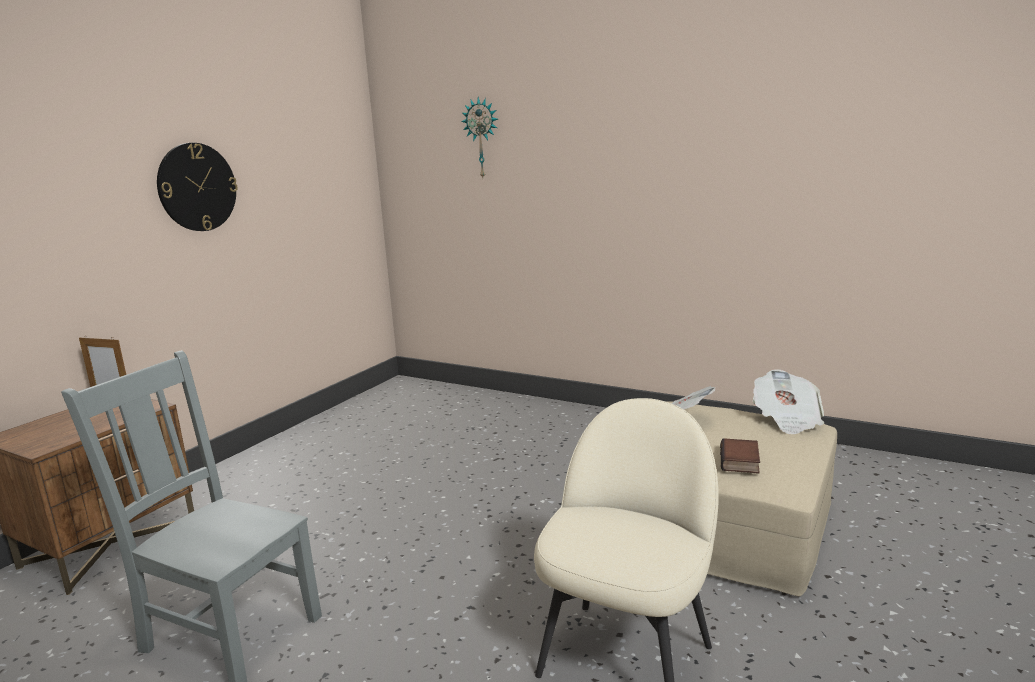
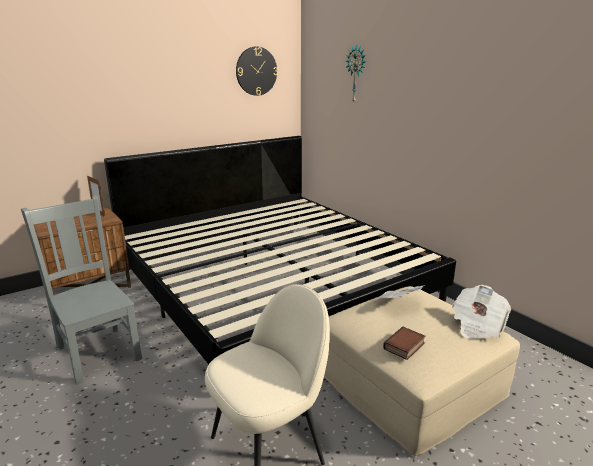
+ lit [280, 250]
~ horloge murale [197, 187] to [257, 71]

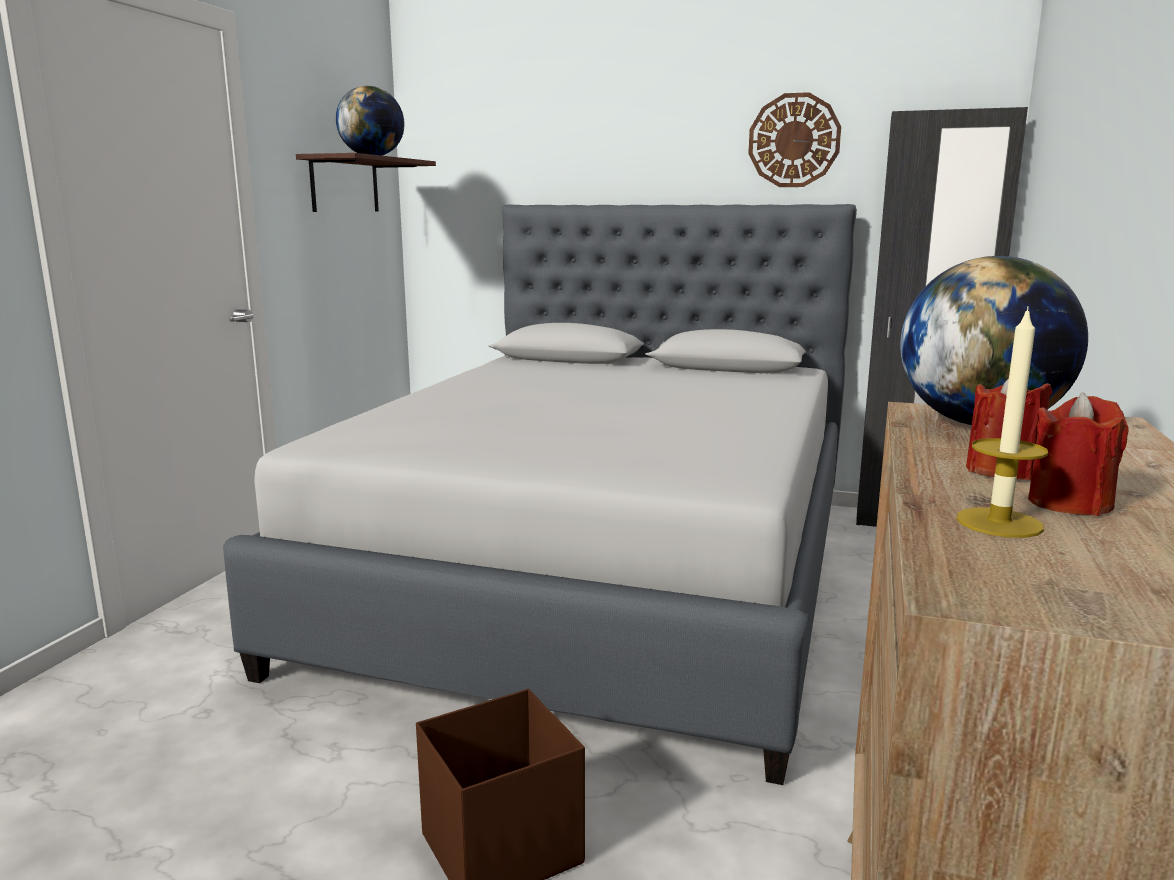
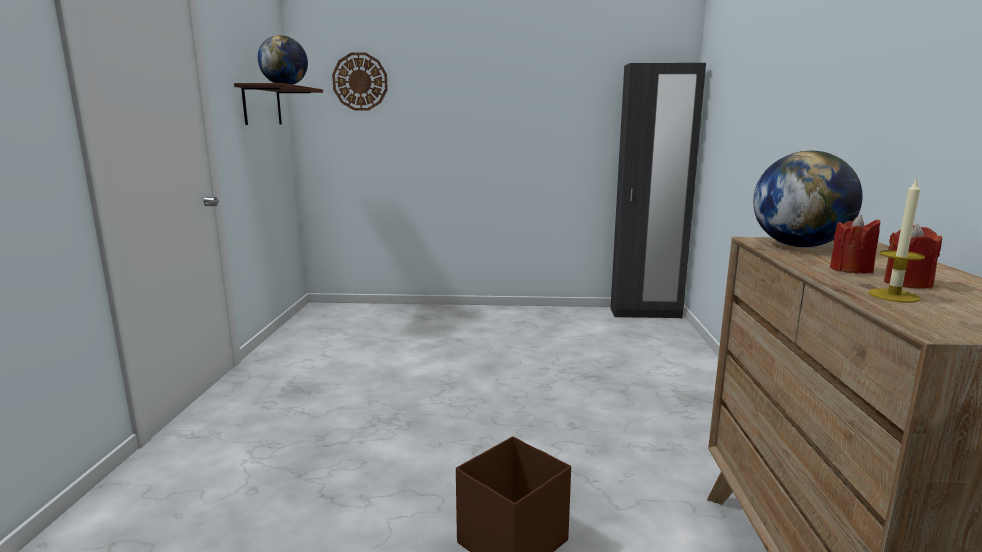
- lit (gris) [540, 494]
~ horloge murale [794, 139] to [360, 81]

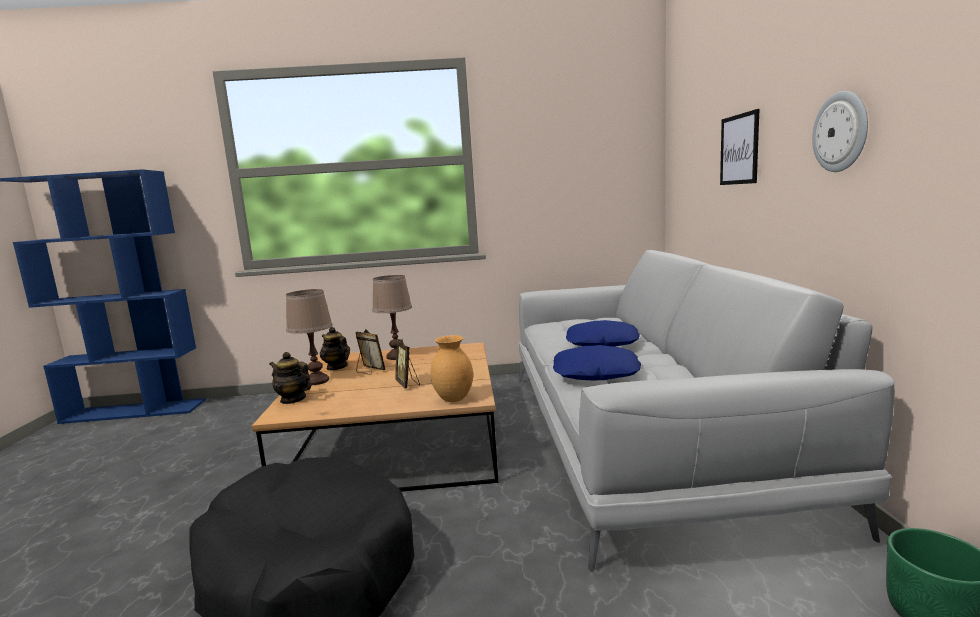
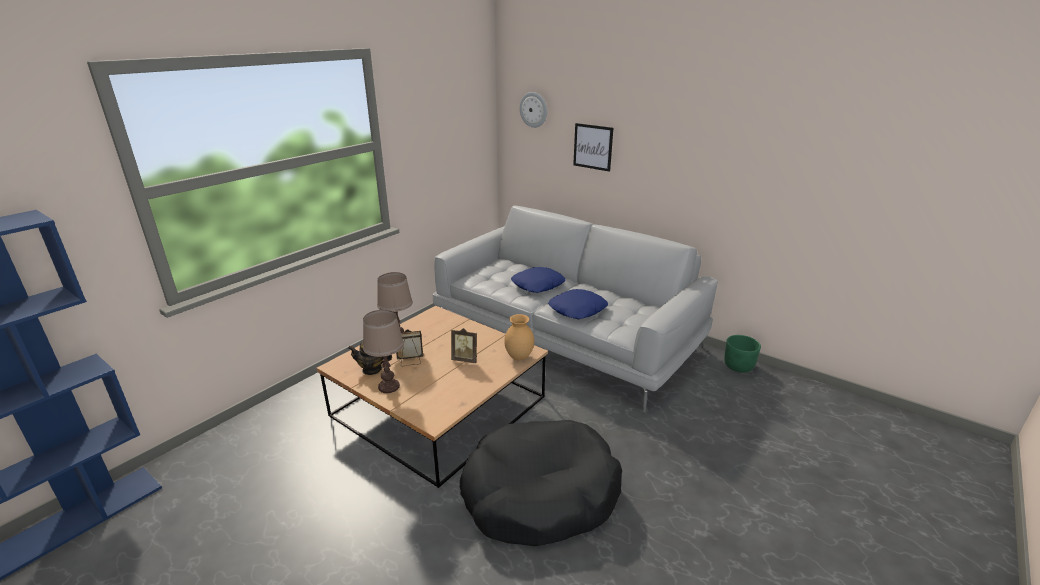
- théière [290, 378]
~ horloge murale [840, 131] to [533, 110]

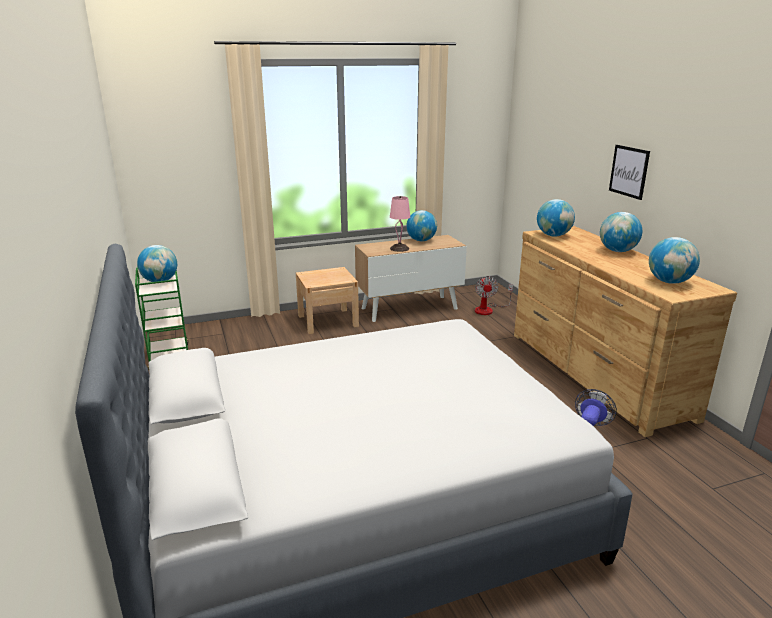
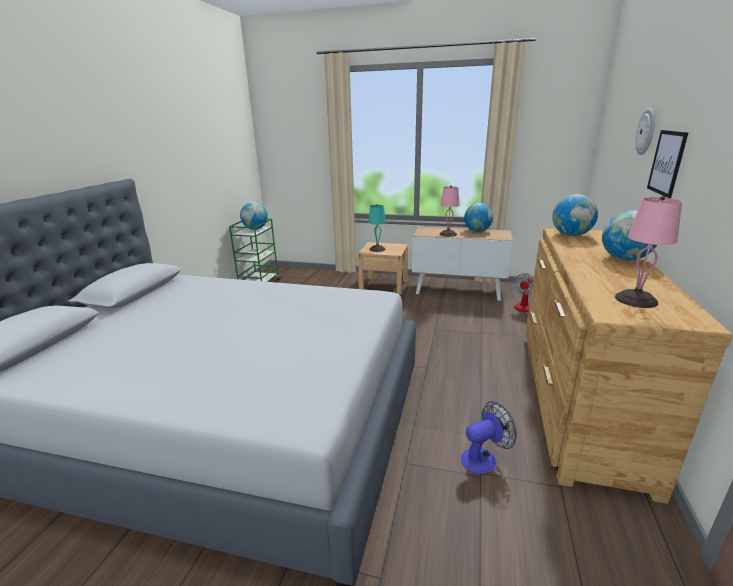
+ lampe de table (turquoise) [377, 228]
+ horloge murale [645, 131]
~ globe [674, 260] to lampe de table (rose) [648, 252]

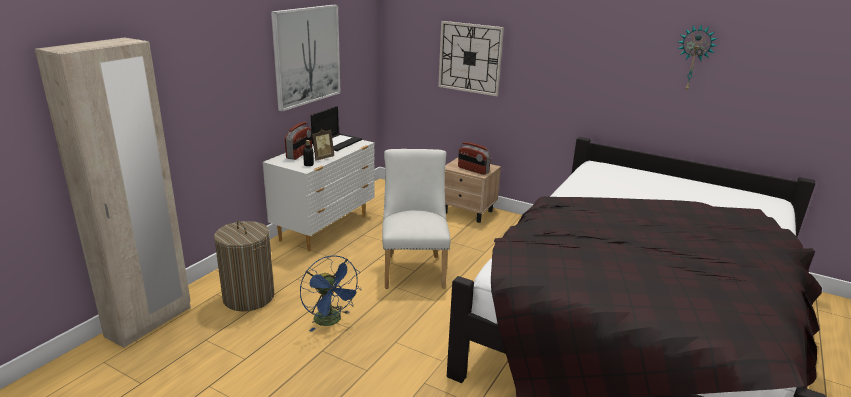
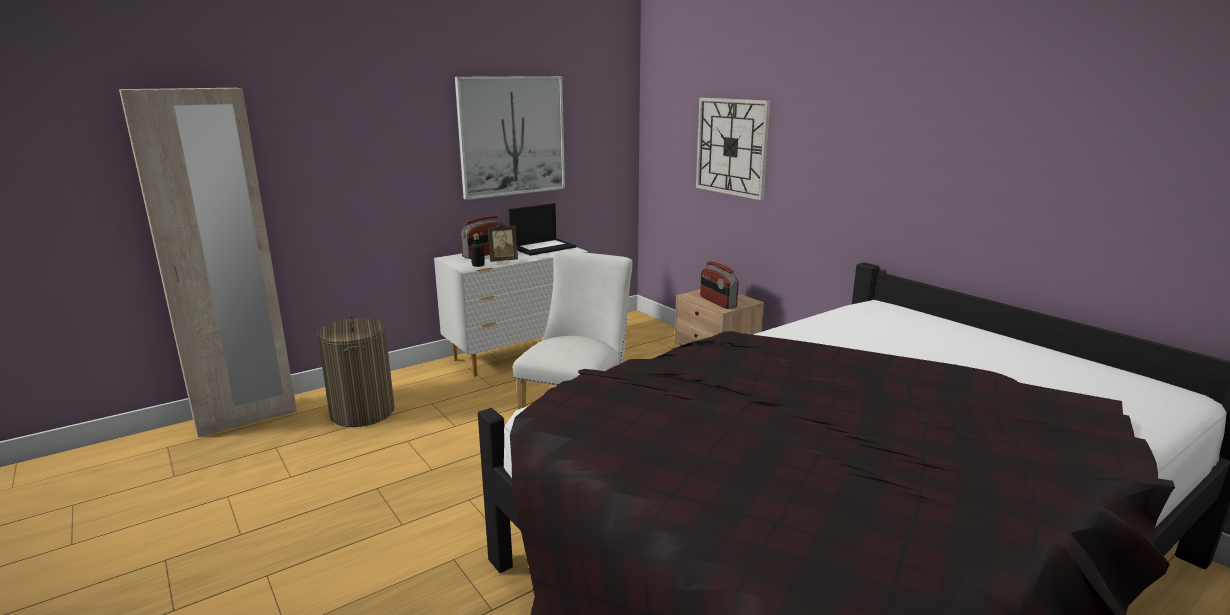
- ventilateur (bleu) [331, 293]
- horloge murale [697, 58]

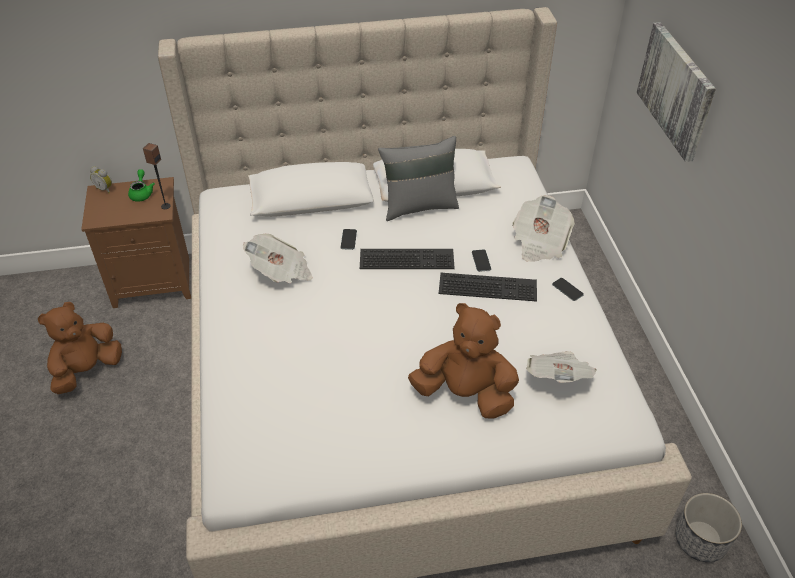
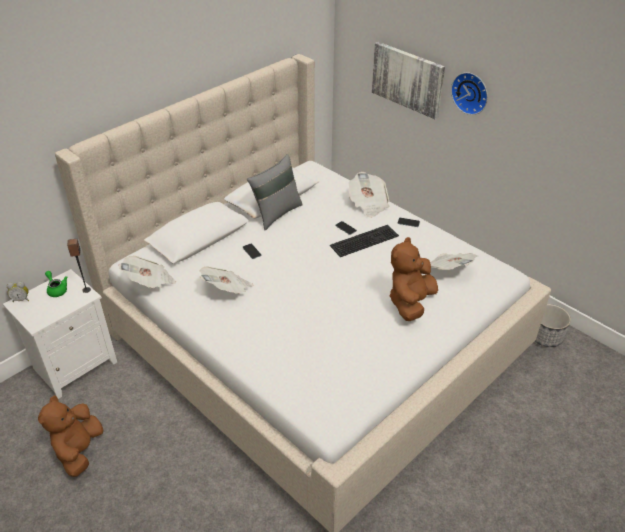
- clavier [407, 259]
+ journal [147, 272]
+ horloge murale [469, 93]
~ table de chevet (marron) [136, 242] to table de chevet (blanc) [60, 334]
~ peluche (marron) [463, 361] = [413, 279] 45 degrees counterclockwise

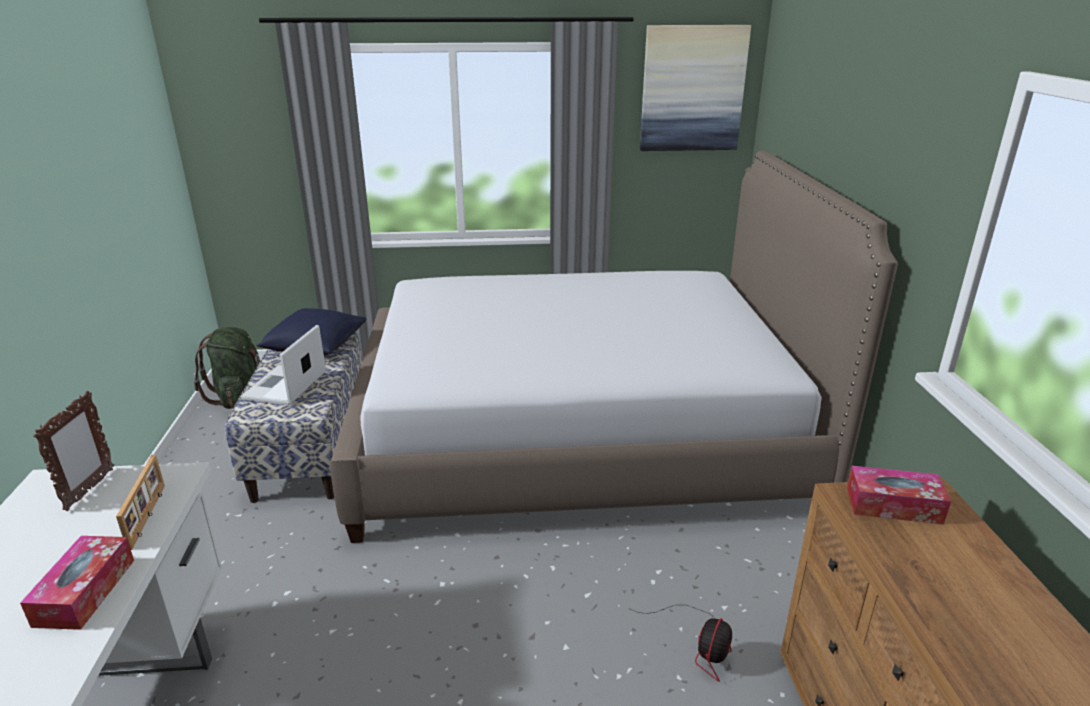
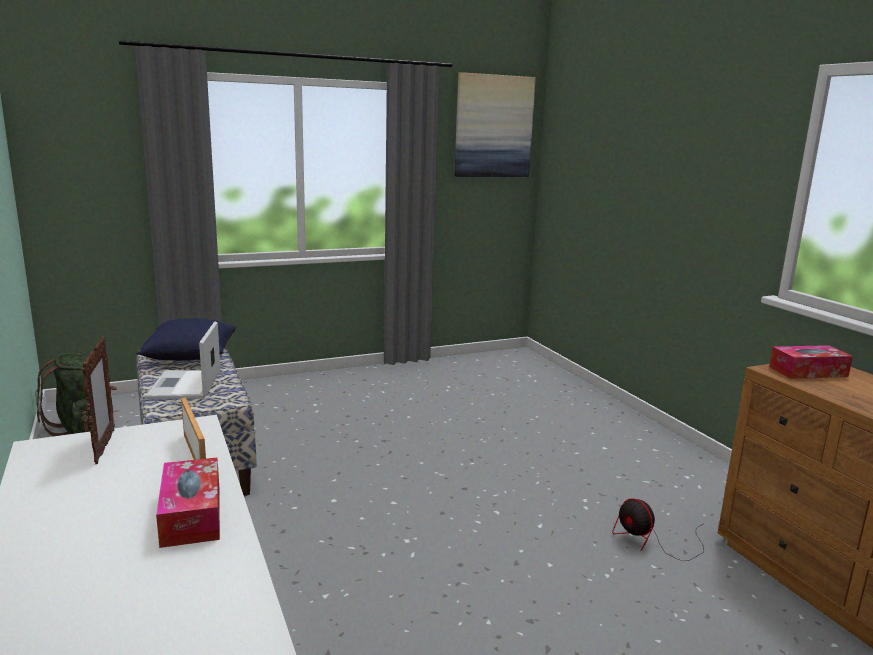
- lit [614, 347]
~ ventilateur [680, 643] = [658, 529] 135 degrees clockwise

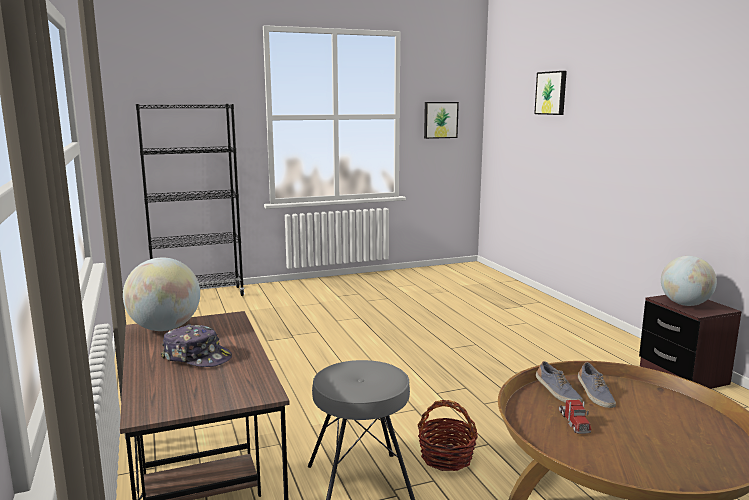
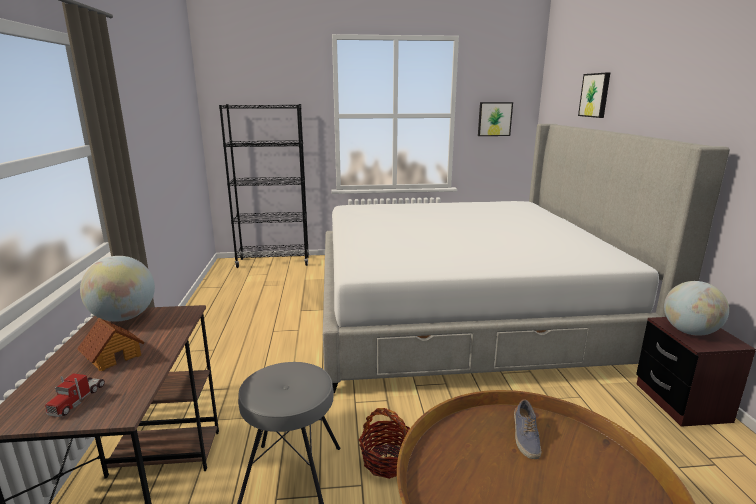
- chaussure [559, 382]
+ lit [526, 258]
~ camion jouet [575, 417] to [75, 395]
~ casquette [196, 345] to maison miniature [111, 344]

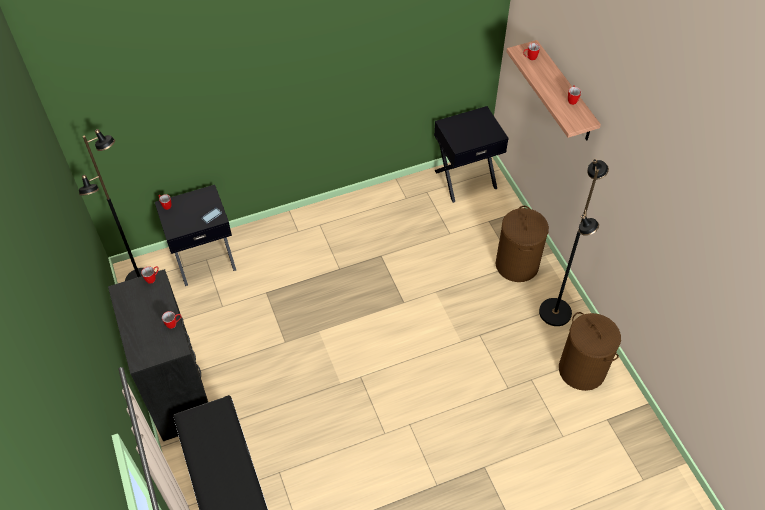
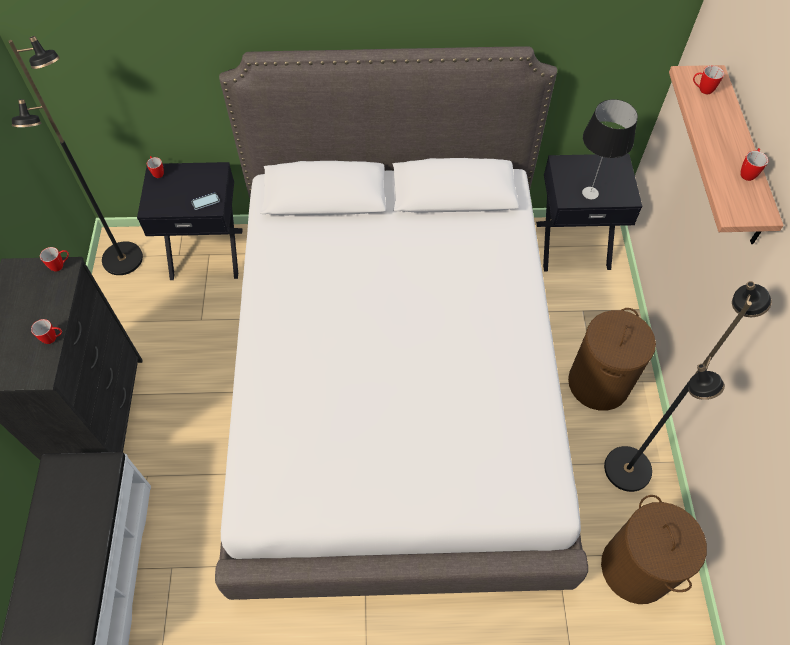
+ lit (blanc) [401, 323]
+ lampe de table [610, 149]

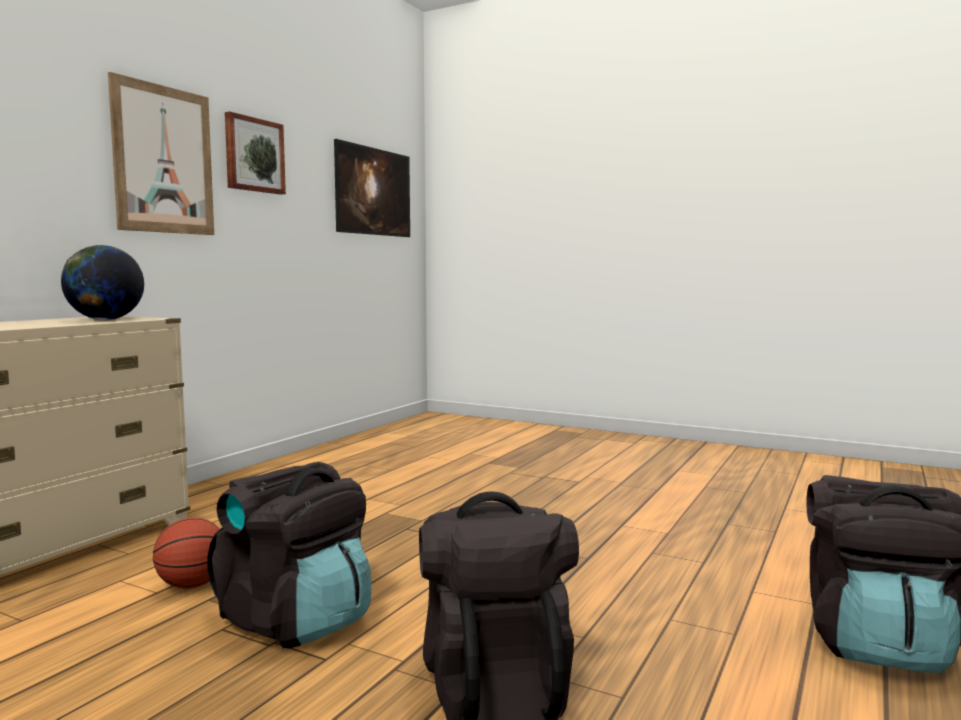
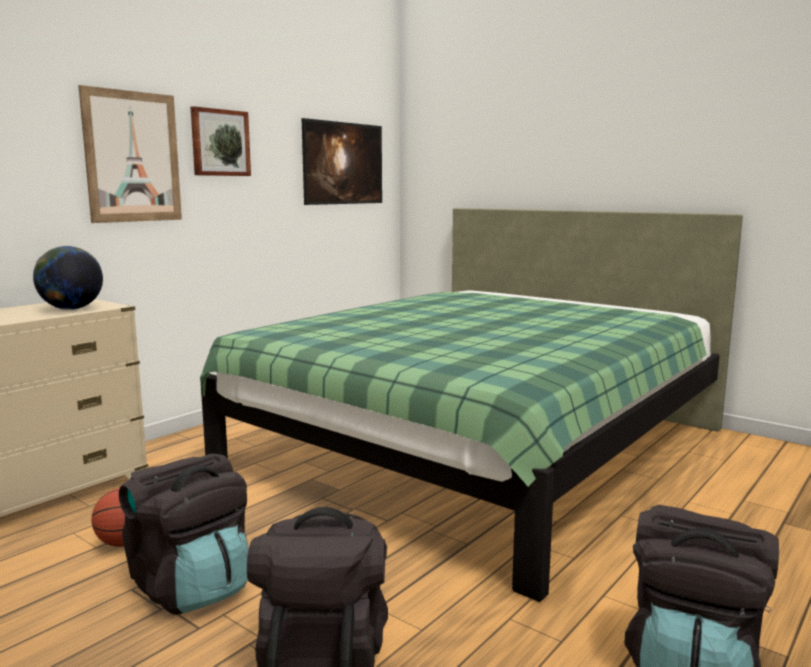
+ lit (vert) [471, 405]

